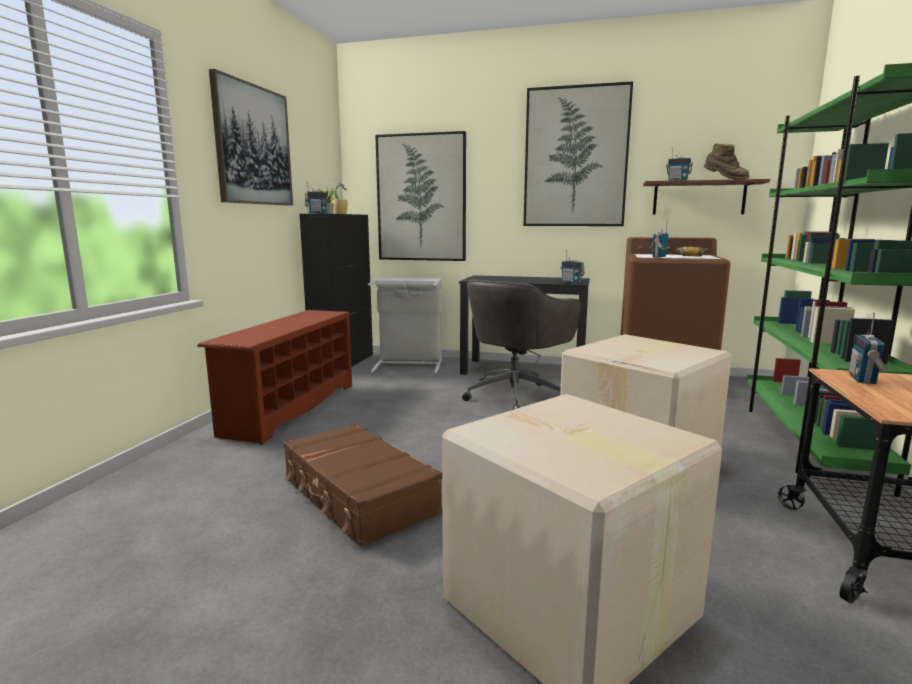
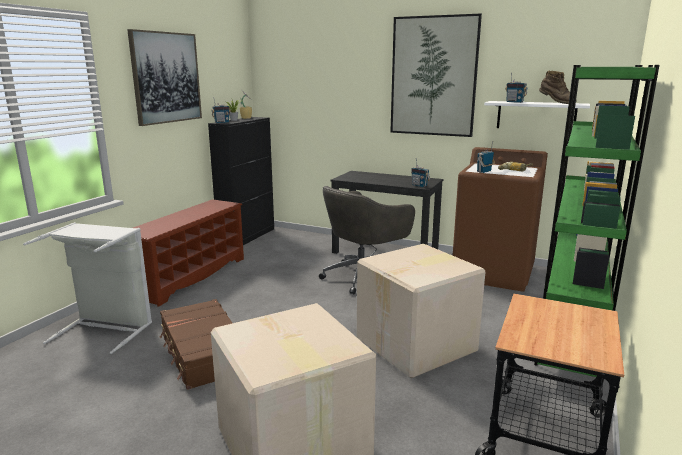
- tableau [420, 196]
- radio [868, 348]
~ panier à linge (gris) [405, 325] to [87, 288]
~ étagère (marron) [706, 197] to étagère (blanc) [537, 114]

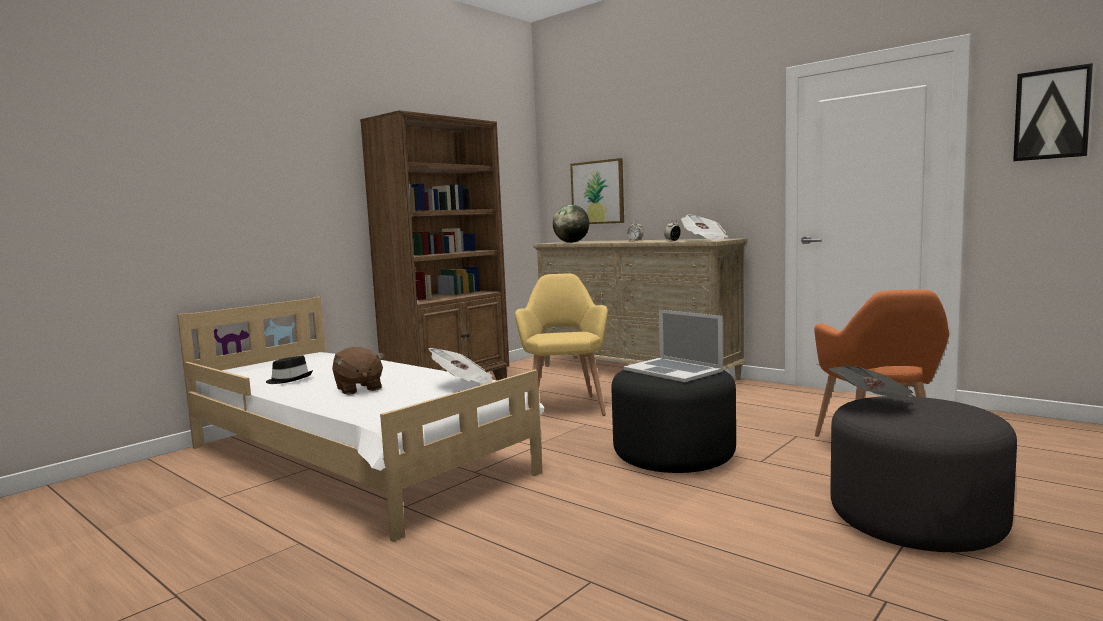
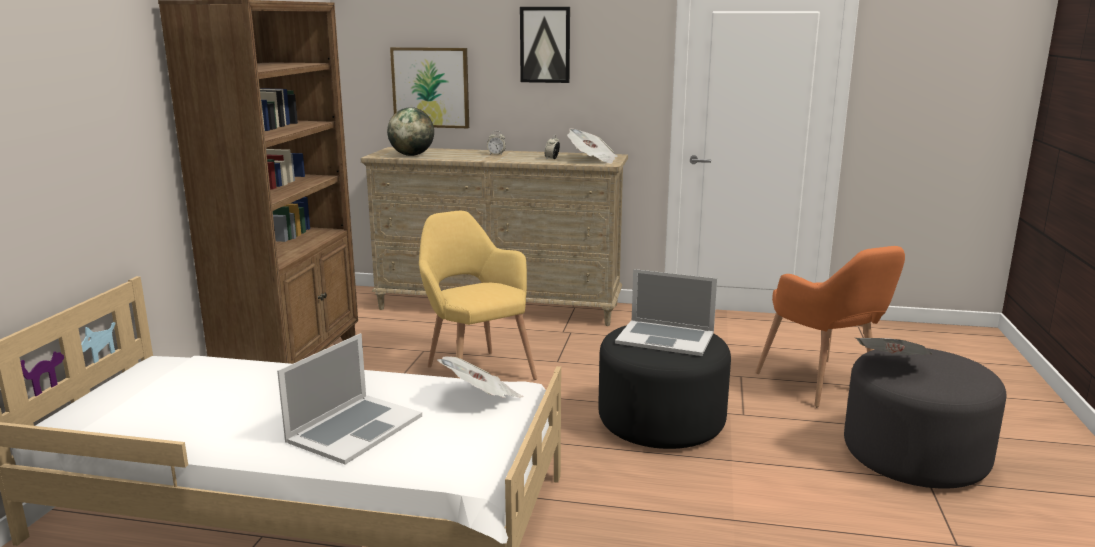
- chapeau (noir) [289, 369]
~ tableau [1053, 112] to [545, 45]
~ peluche (marron) [358, 371] to ordinateur portable [349, 398]

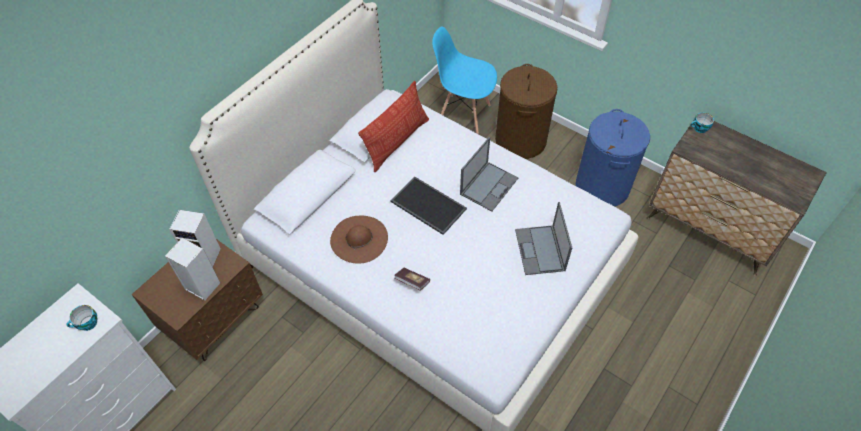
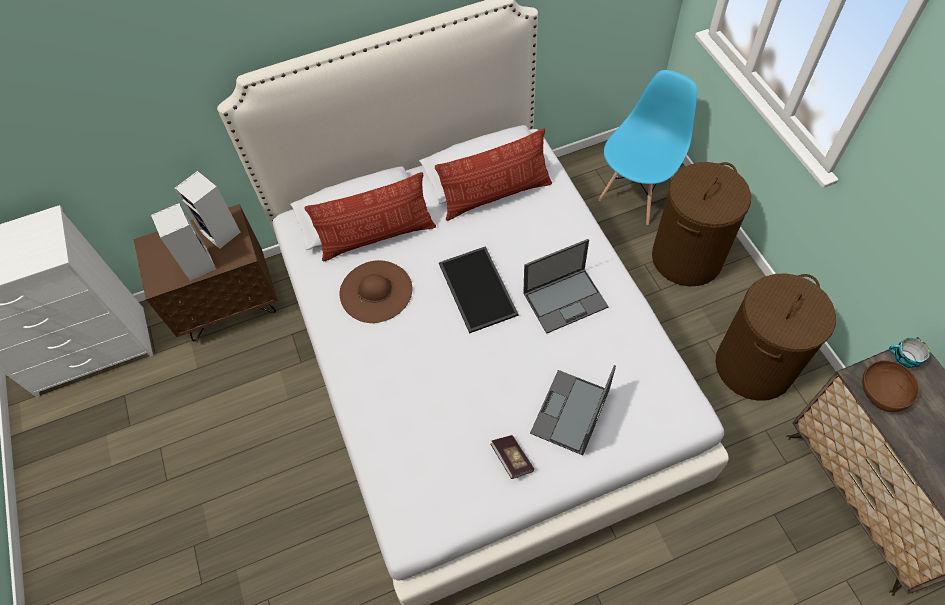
- tasse [82, 318]
+ coussin [370, 217]
+ bol (marron) [890, 386]
~ livre [412, 279] to [512, 457]
~ panier à linge (bleu) [613, 157] to panier à linge (marron) [775, 337]
~ chaise (bleu) [464, 80] = [648, 147] 75 degrees clockwise

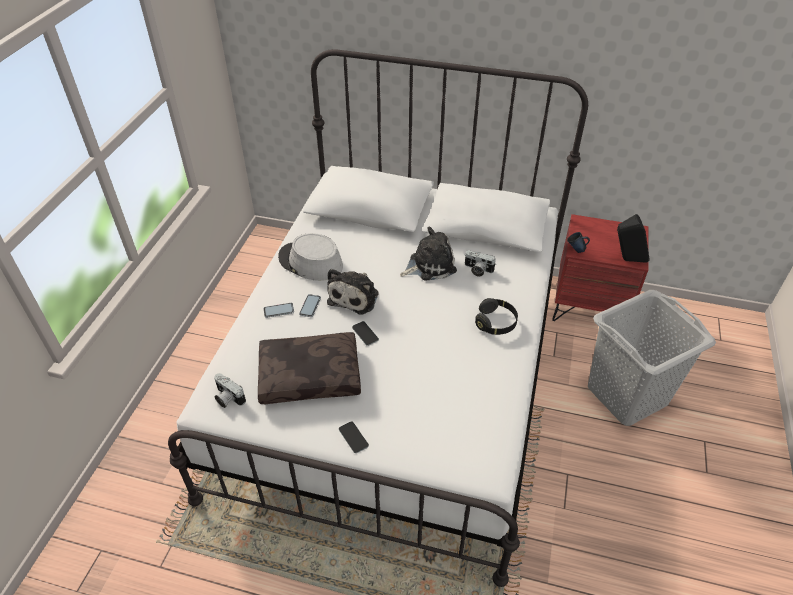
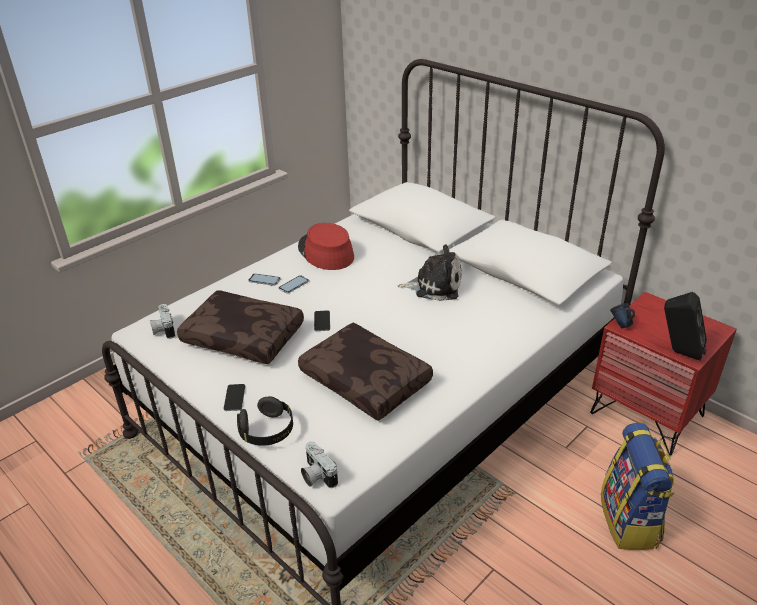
- peluche [353, 291]
+ coussin (marron) [365, 372]
~ appareil photo [480, 263] to [319, 464]
~ casque audio (noir) [496, 316] to [265, 421]
~ panier à linge (gris) [652, 358] to sac à dos [637, 486]
~ chapeau (gris) [310, 257] to chapeau (rouge) [326, 246]

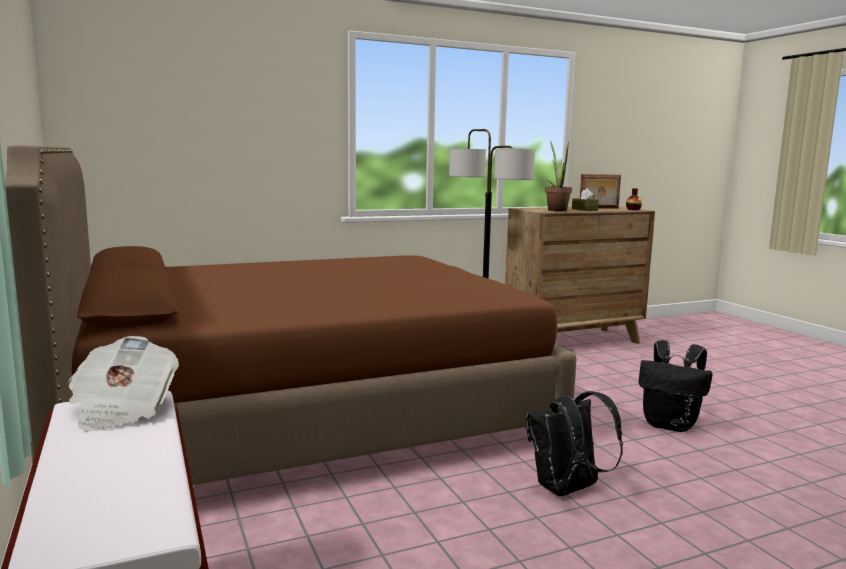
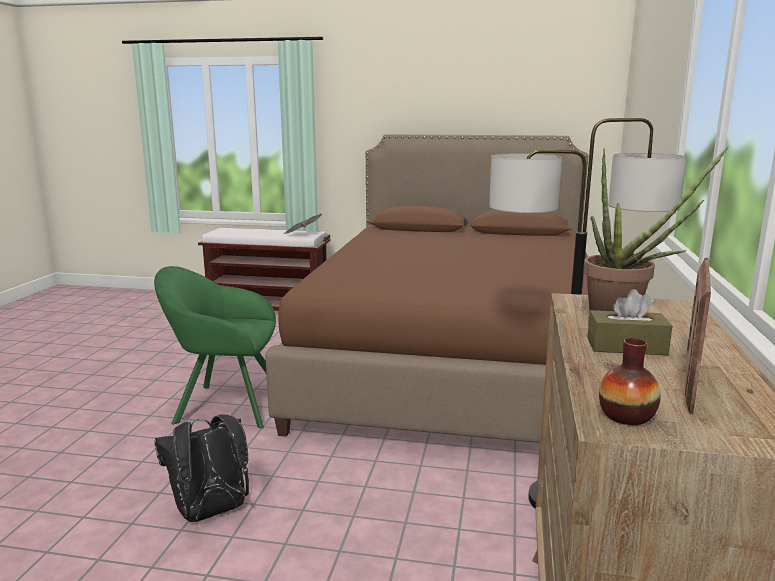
~ sac à dos (noir) [574, 443] to fauteuil (vert) [215, 347]

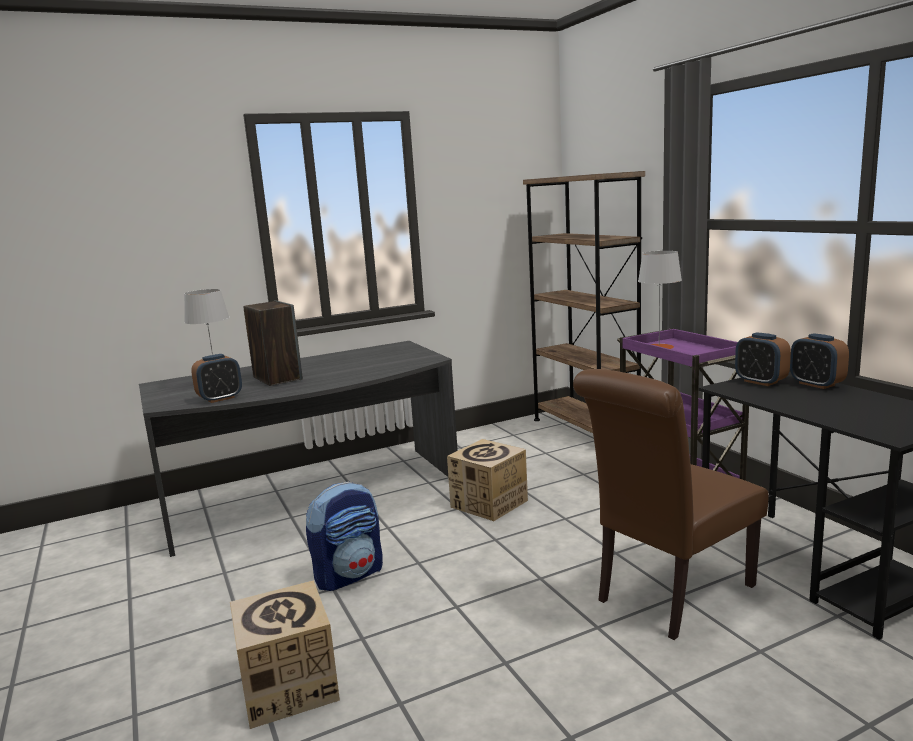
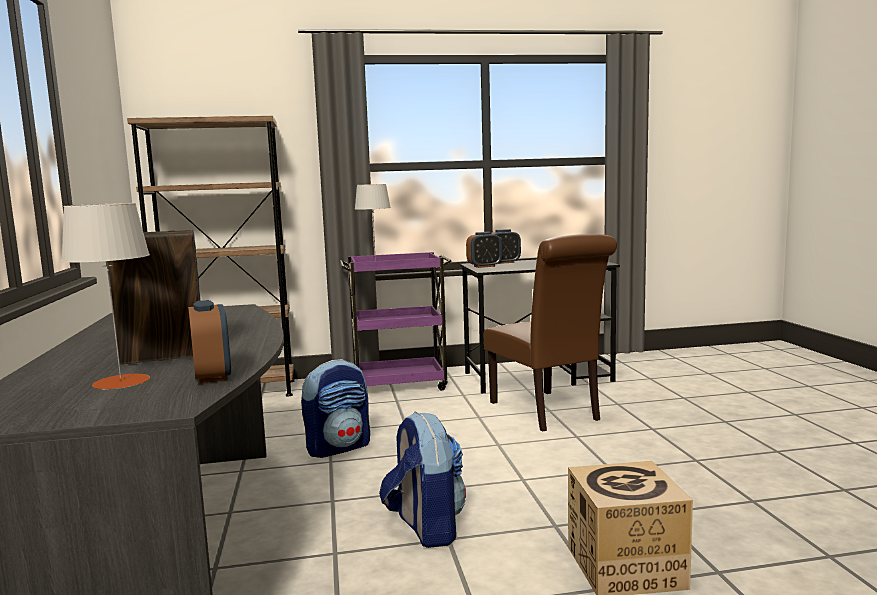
~ carton [487, 480] to sac à dos [335, 408]

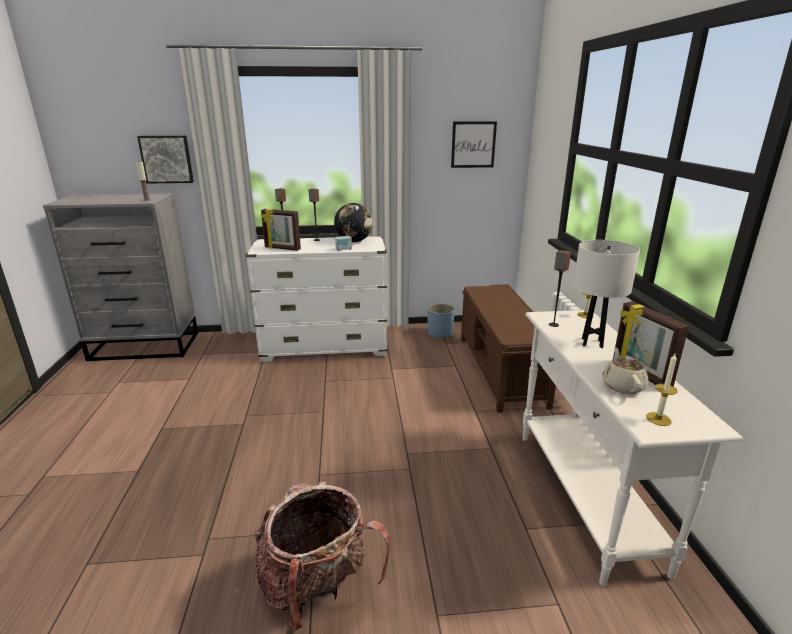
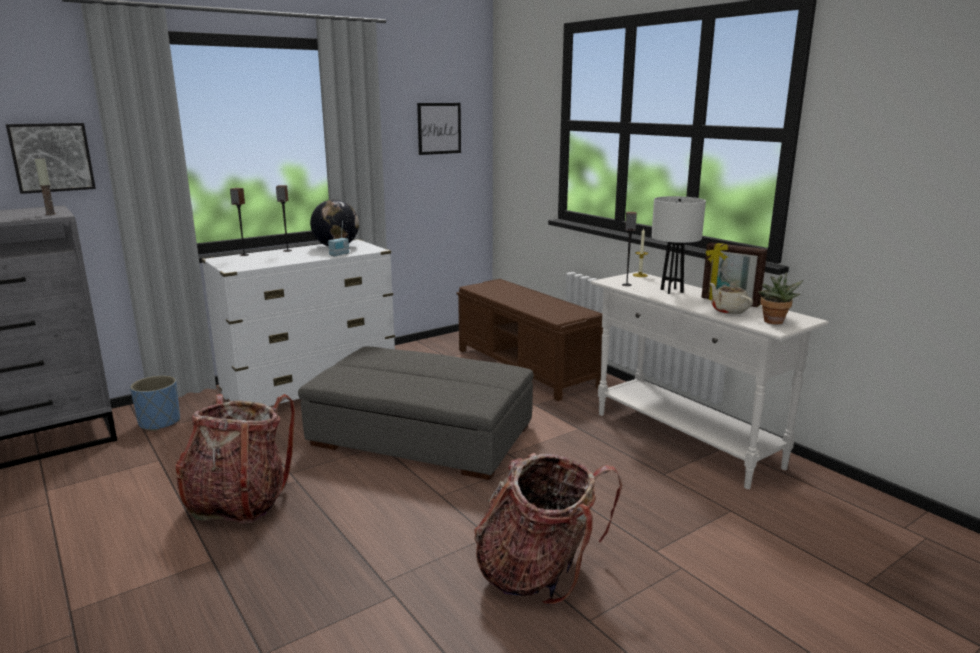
- cadre photo [281, 230]
+ sac à dos [235, 459]
+ pouf (gris) [415, 413]
~ cache-pot (bleu) [441, 321] to [155, 403]
~ bougie [661, 390] to plante en pot [781, 298]

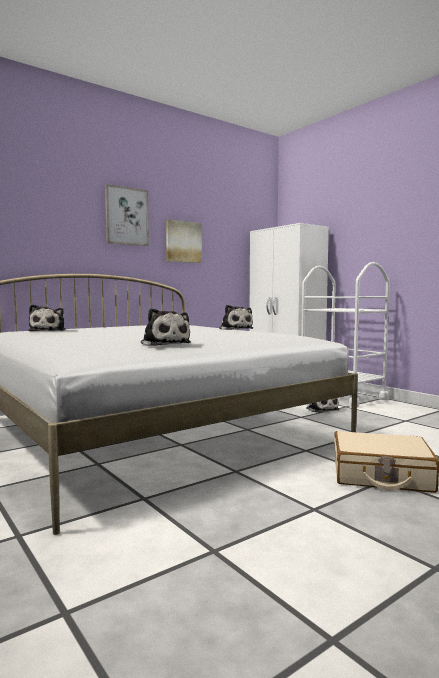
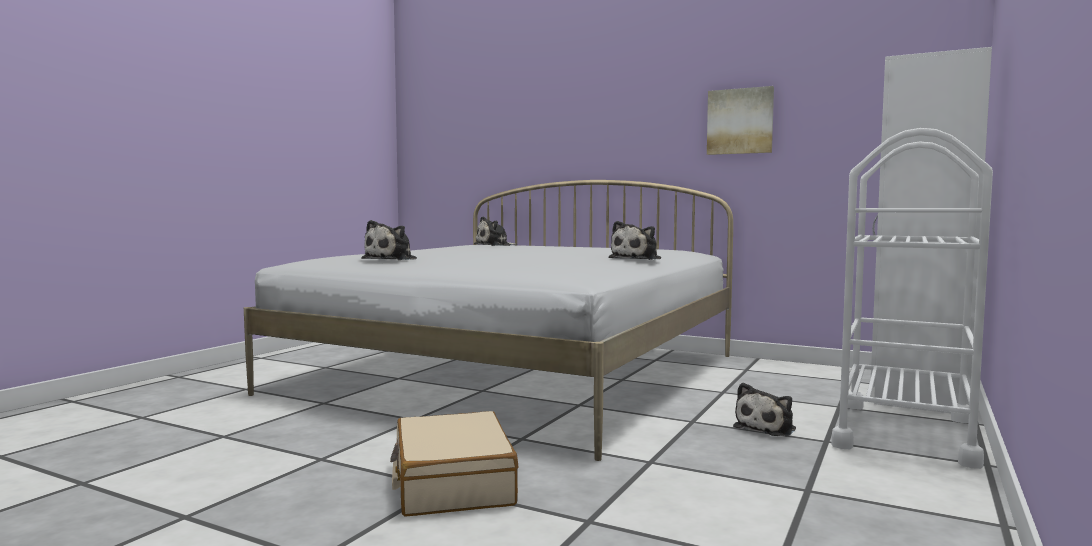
- tableau [127, 215]

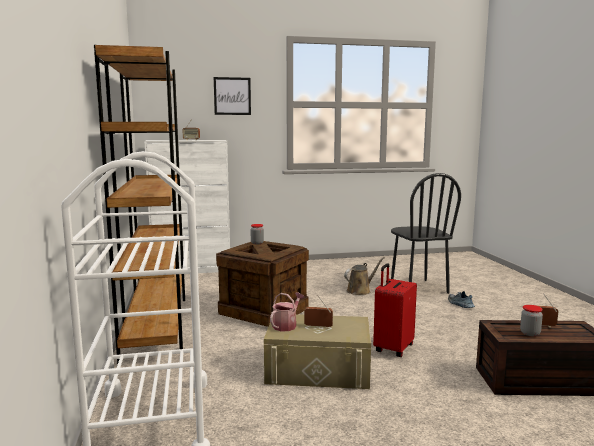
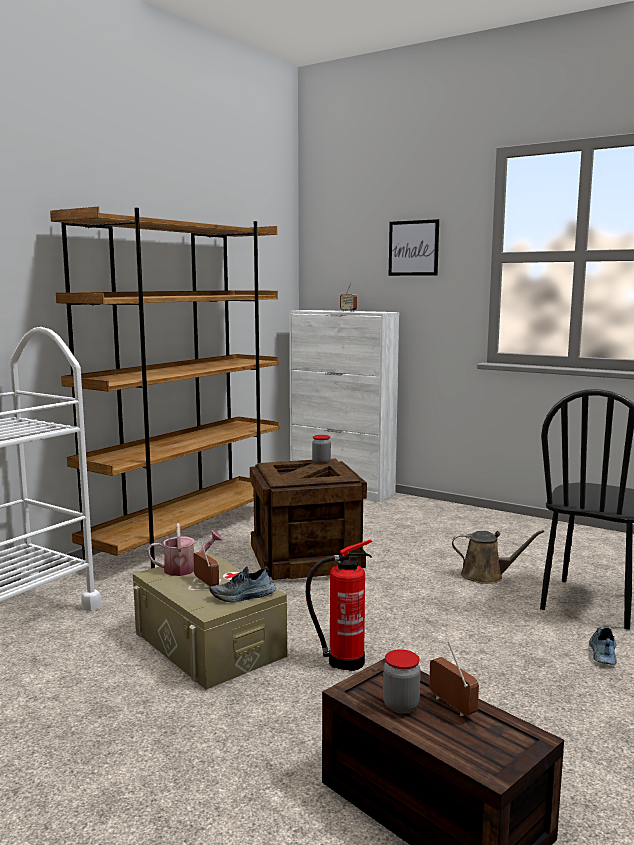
+ chaussure [243, 584]
~ valise (rouge) [395, 310] to extincteur [339, 605]

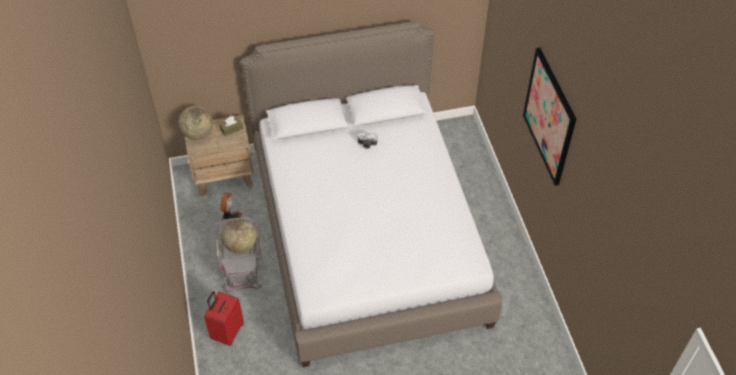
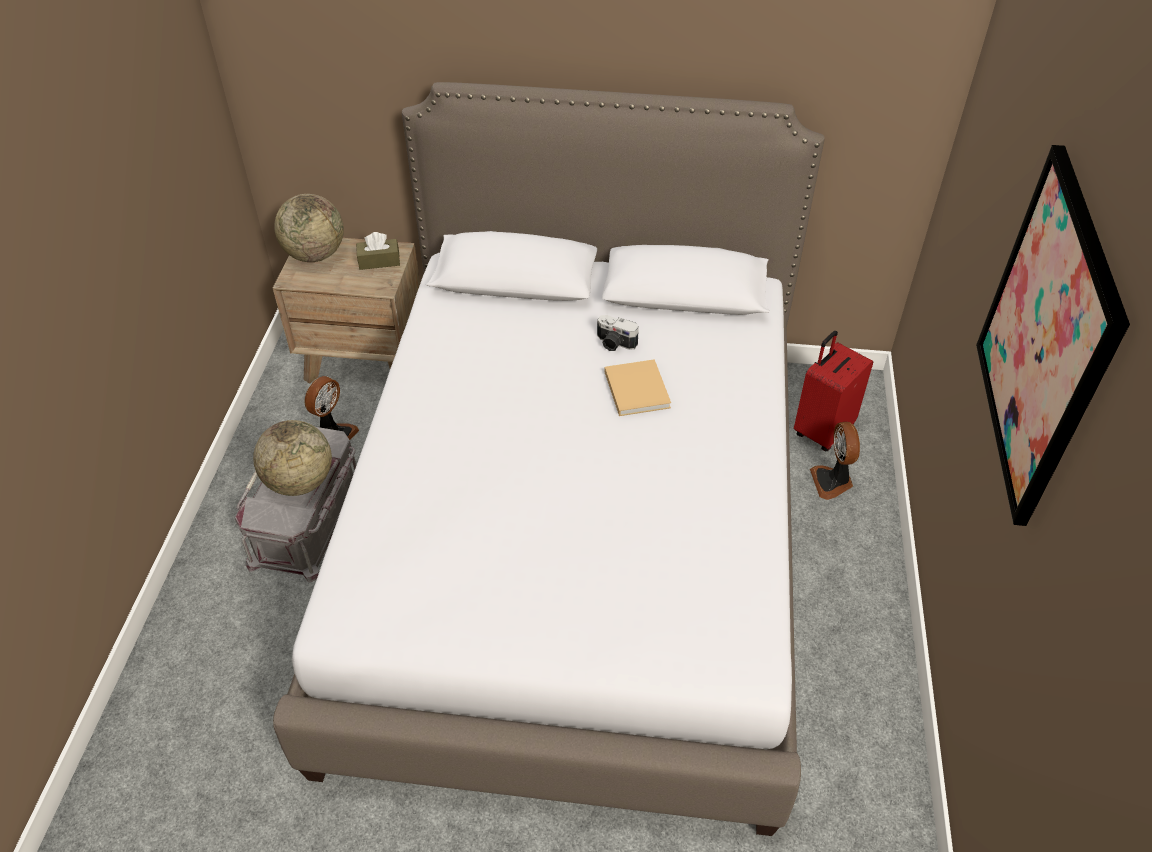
+ livre (beige) [638, 387]
+ ventilateur [835, 461]
~ valise (rouge) [224, 318] to [833, 391]

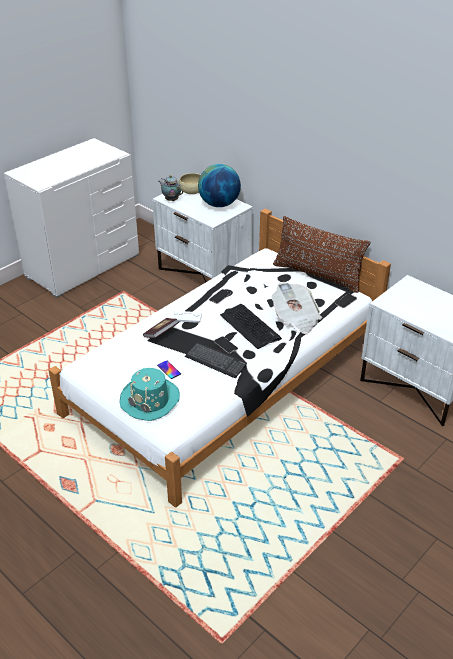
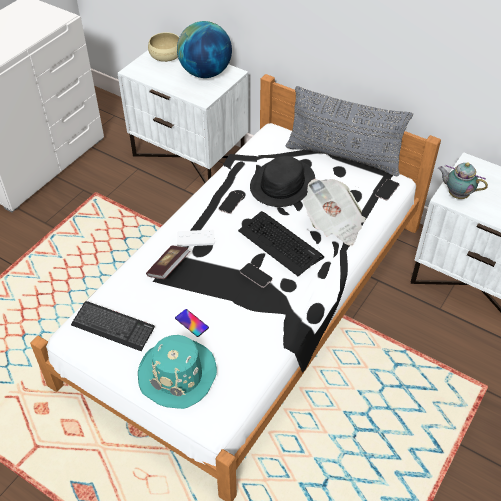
+ chapeau (noir) [282, 181]
~ théière [171, 188] to [463, 180]
~ clavier [216, 360] to [113, 326]
~ coussin (marron) [322, 254] to coussin (gris) [349, 131]

